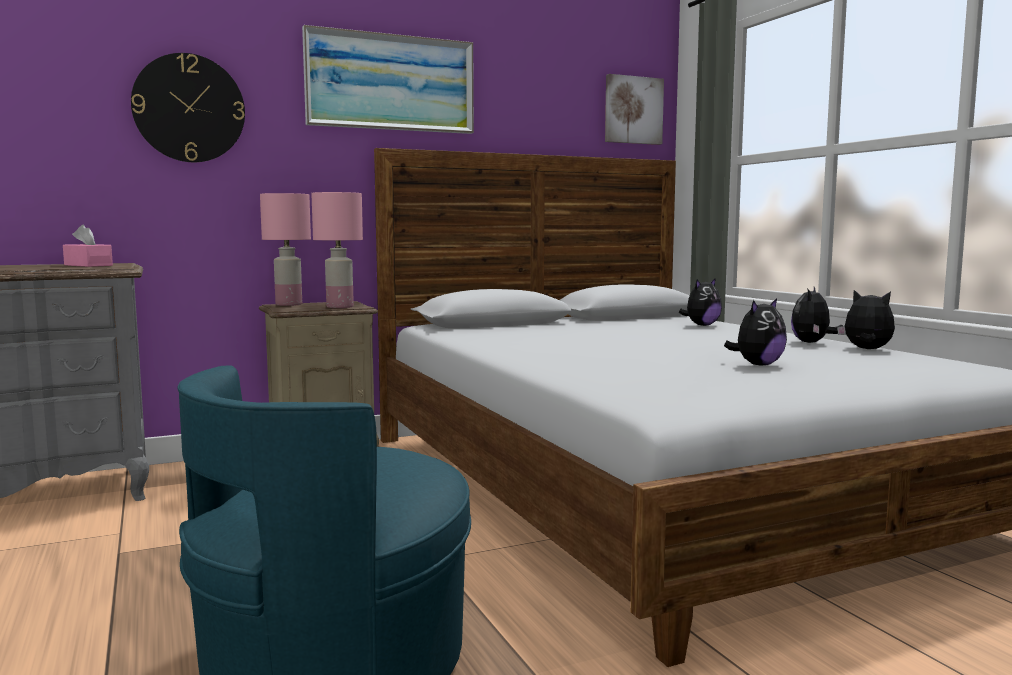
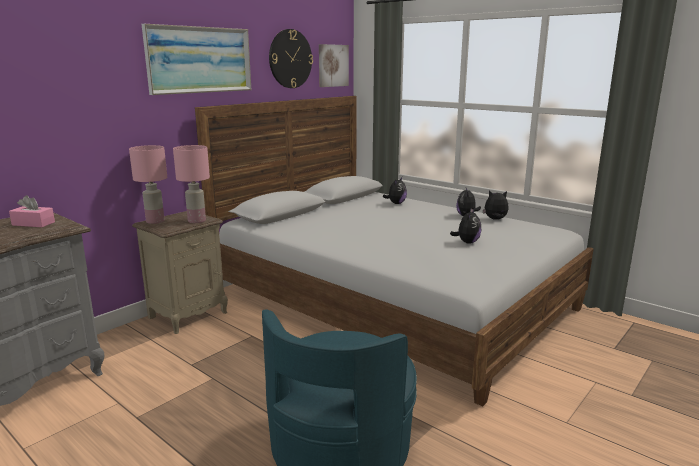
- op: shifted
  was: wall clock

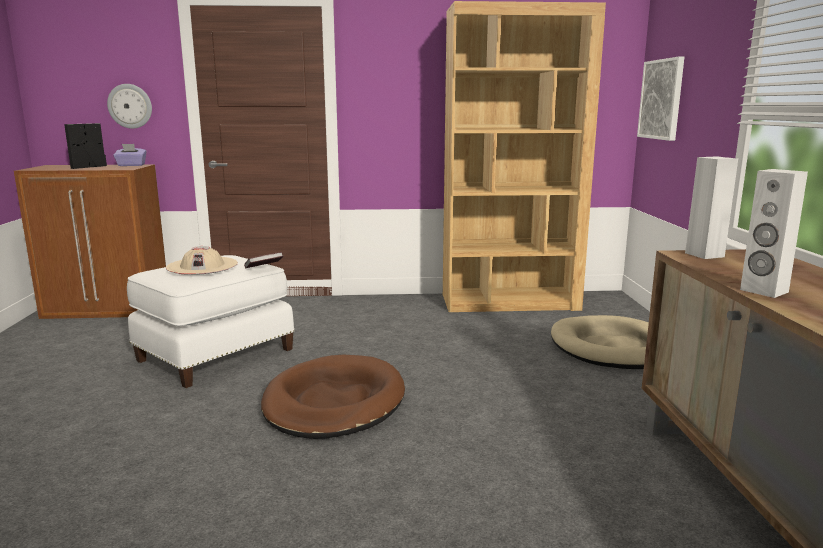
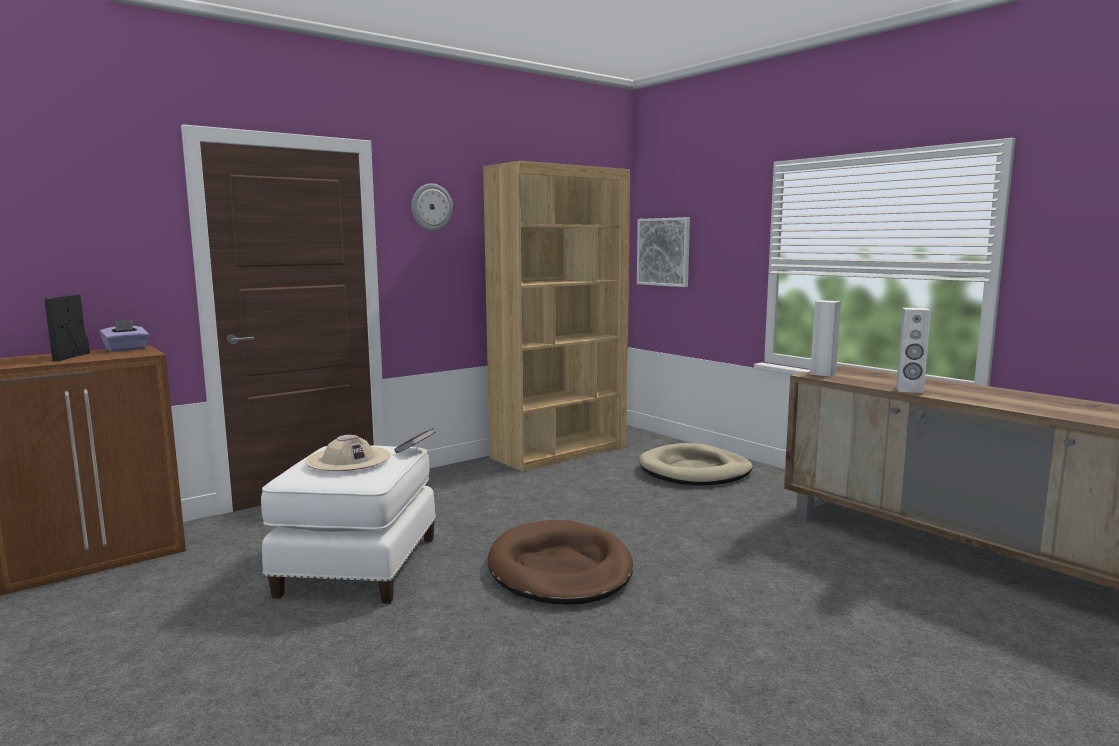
- op: shifted
  was: wall clock

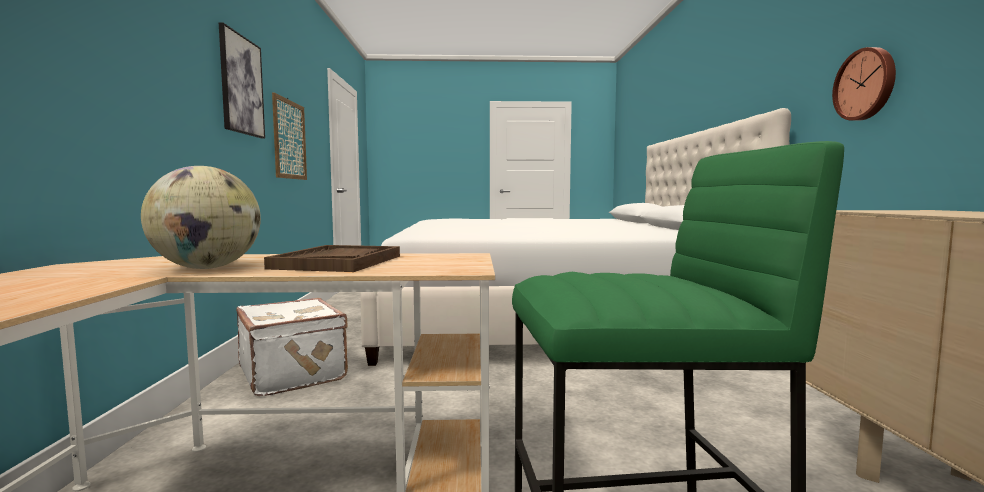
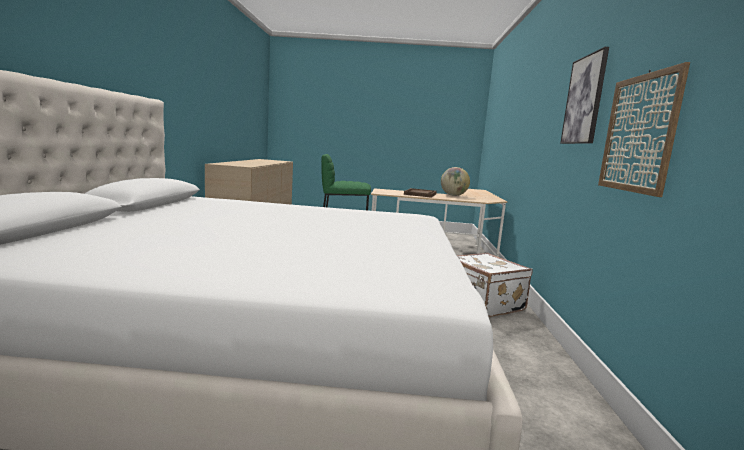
- op: gone
  was: wall clock

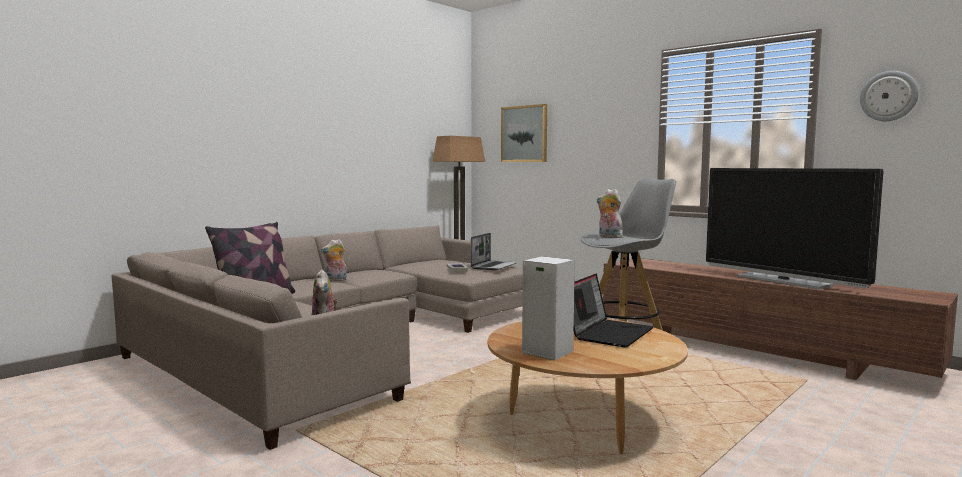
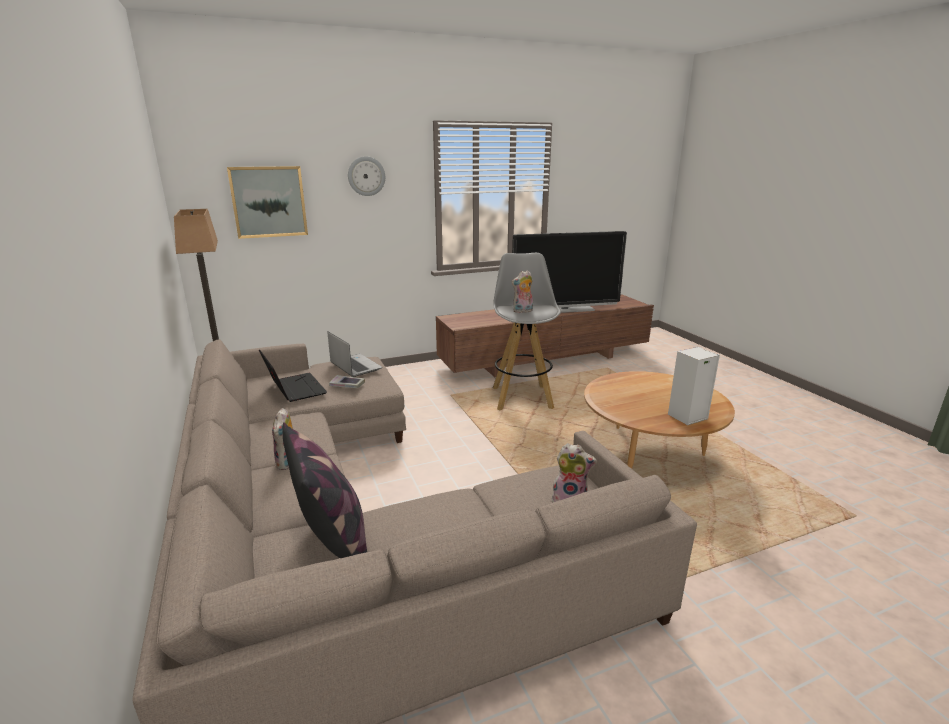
- op: shifted
  was: wall clock
- op: shifted
  was: laptop (no. 2 from left in the first image)
  now: laptop (no. 1 from left)

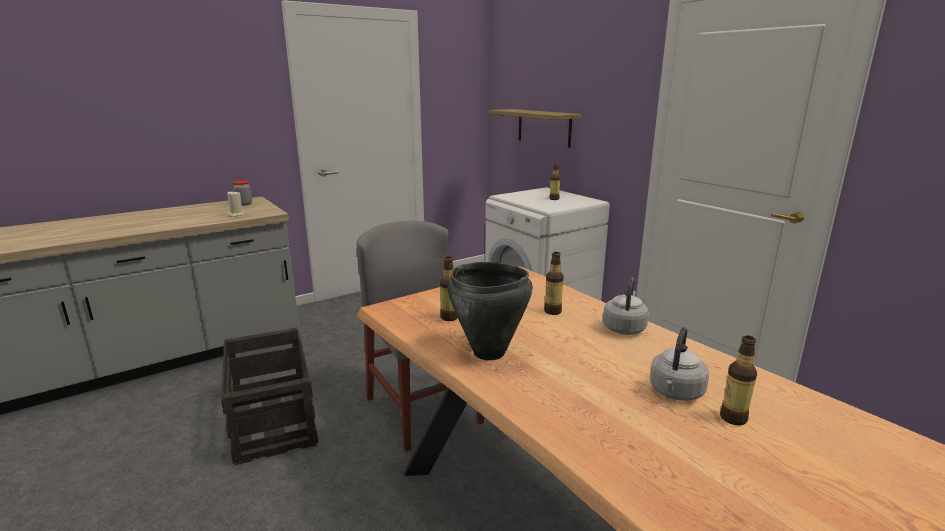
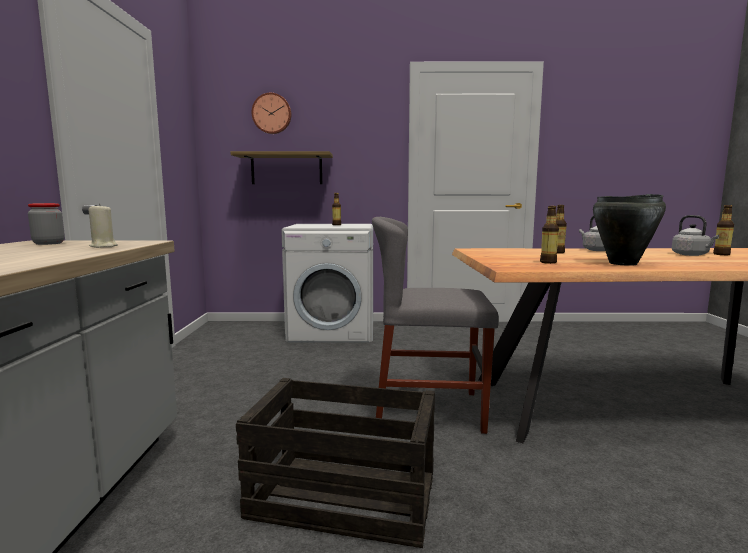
- op: new
  now: wall clock

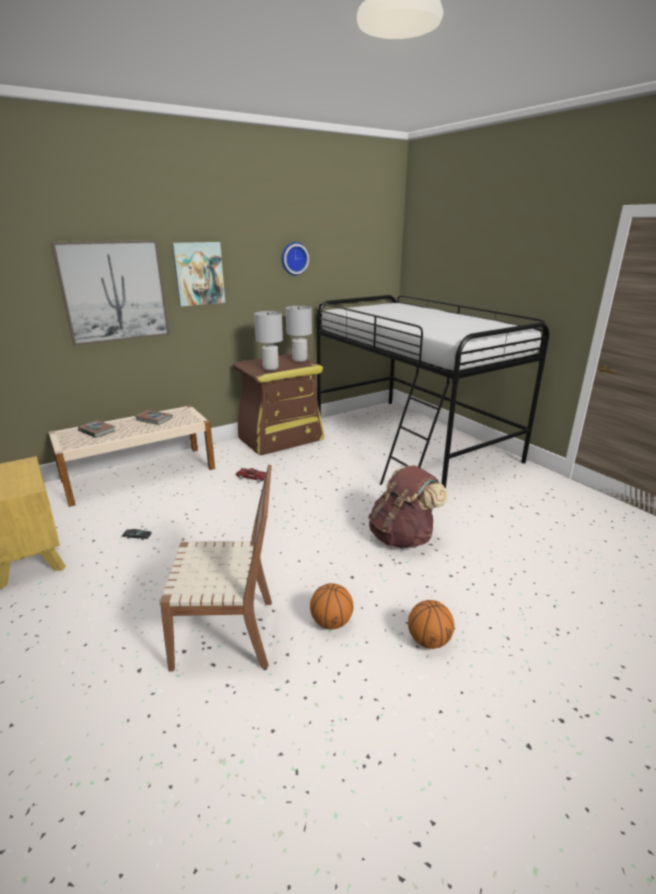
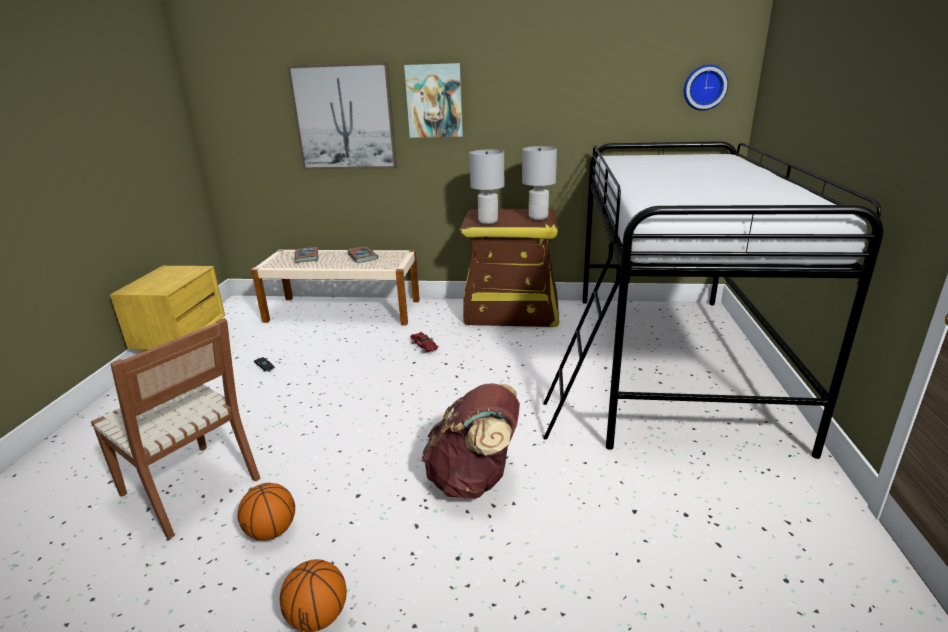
- op: shifted
  was: wall clock

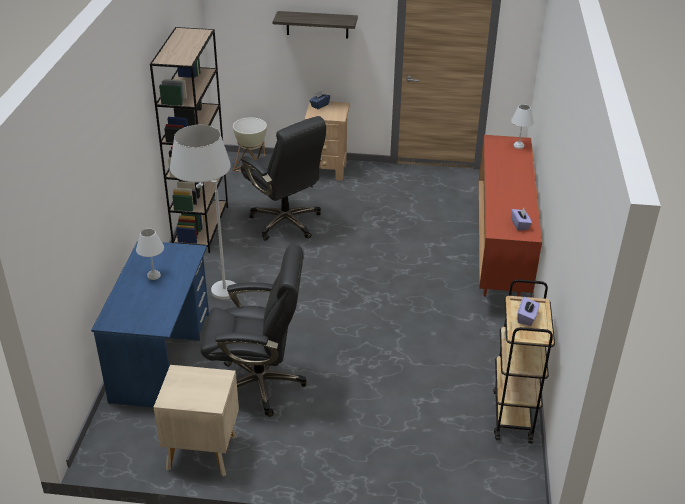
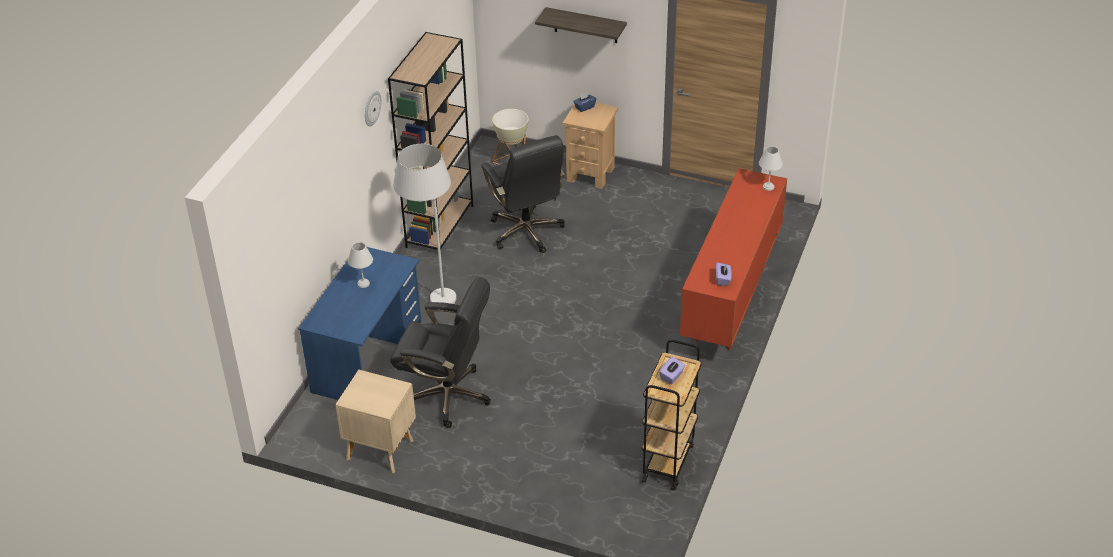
- op: new
  now: wall clock

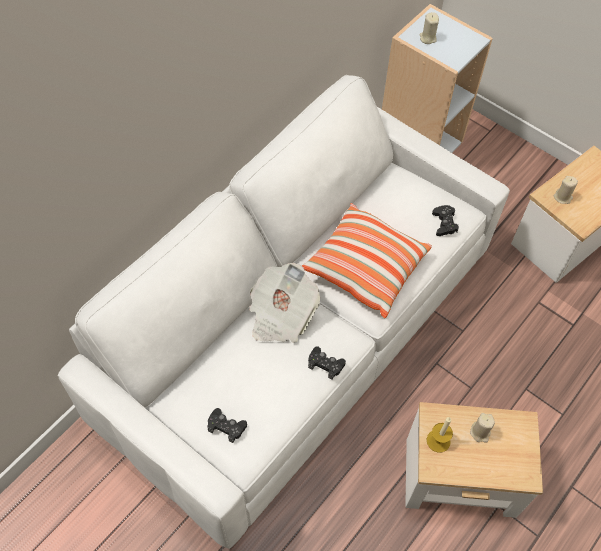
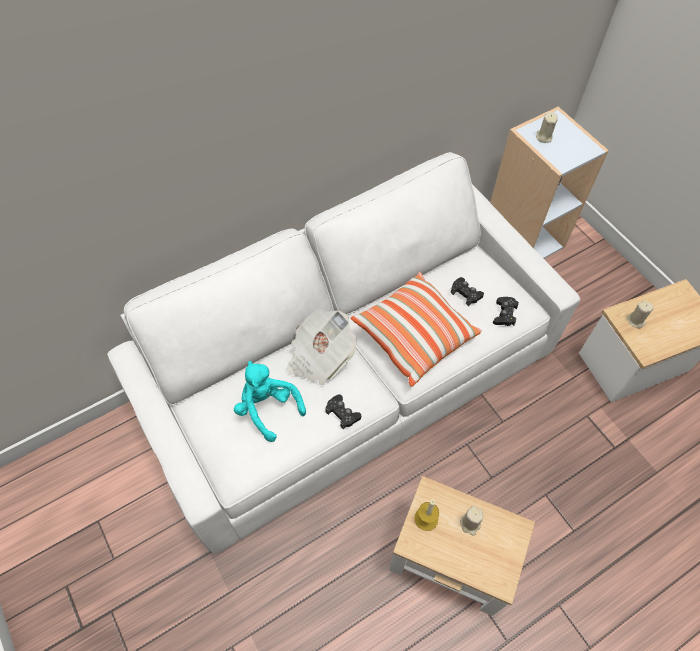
- op: shifted
  was: game controller (black) (no. 1 from left in the first image)
  now: game controller (black) (no. 2 from left)
- op: new
  now: plush toy (turquoise)

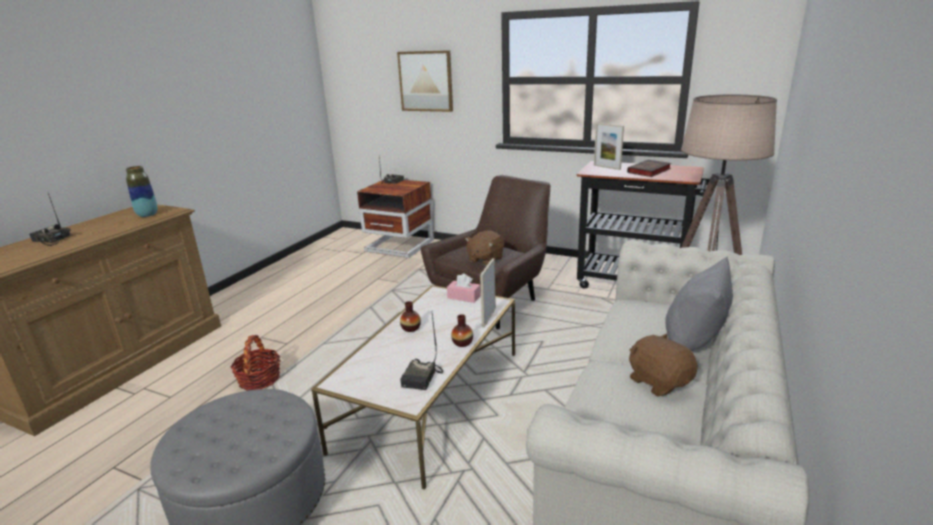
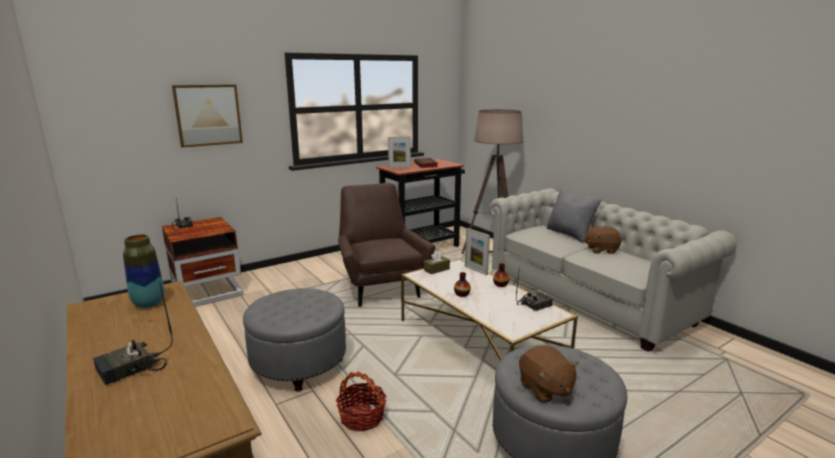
- op: shifted
  was: plush toy (brown) (no. 1 from left)
- op: repainted
  was: tissue box (pink)
  now: tissue box (brown)
- op: rotated
  was: radio (no. 3 from left)
  clockwise: -75
- op: new
  now: ottoman (grey) (no. 1 from left)

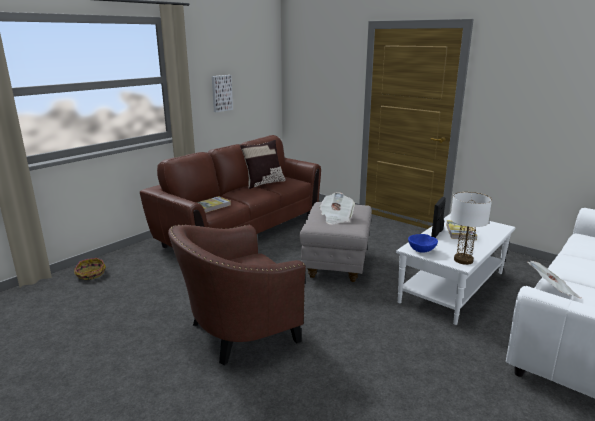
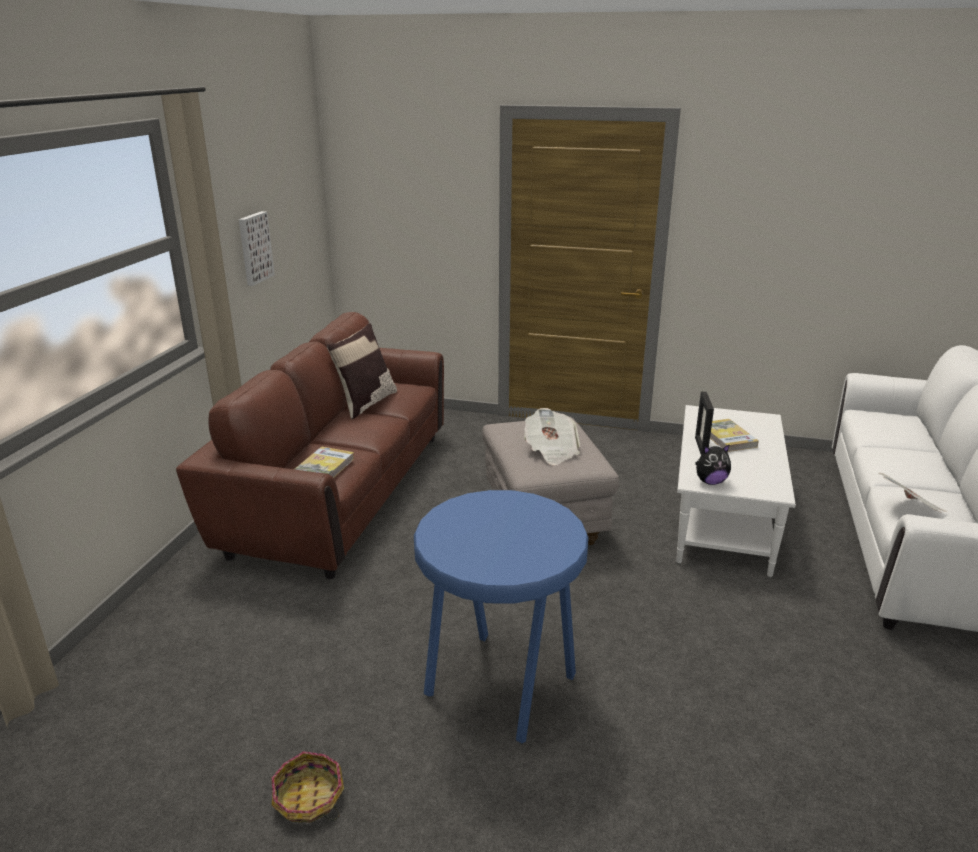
- op: gone
  was: table lamp
- op: swapped
  was: armchair (brown)
  now: stool (blue)
- op: swapped
  was: bowl (blue)
  now: plush toy
- op: shifted
  was: basket

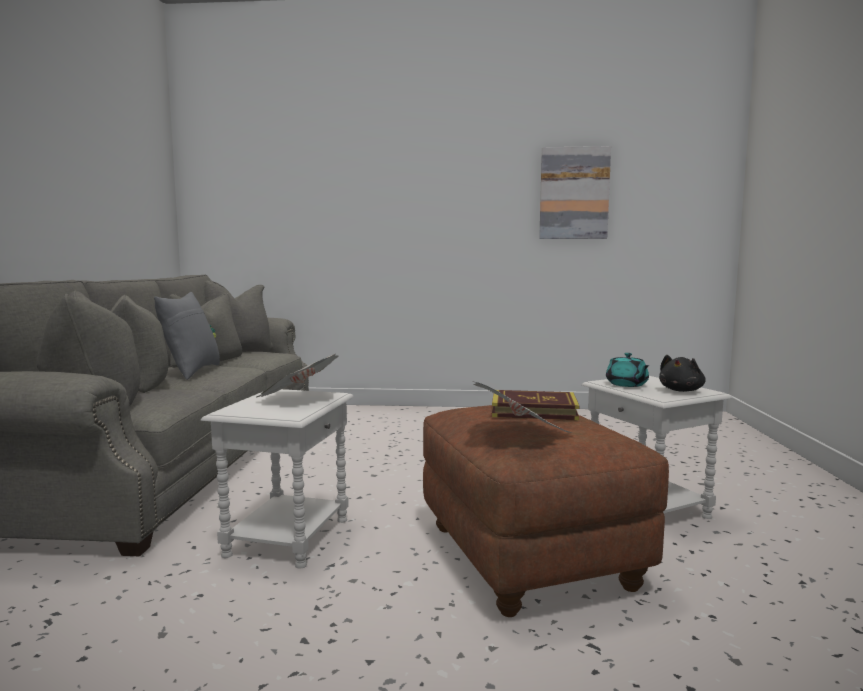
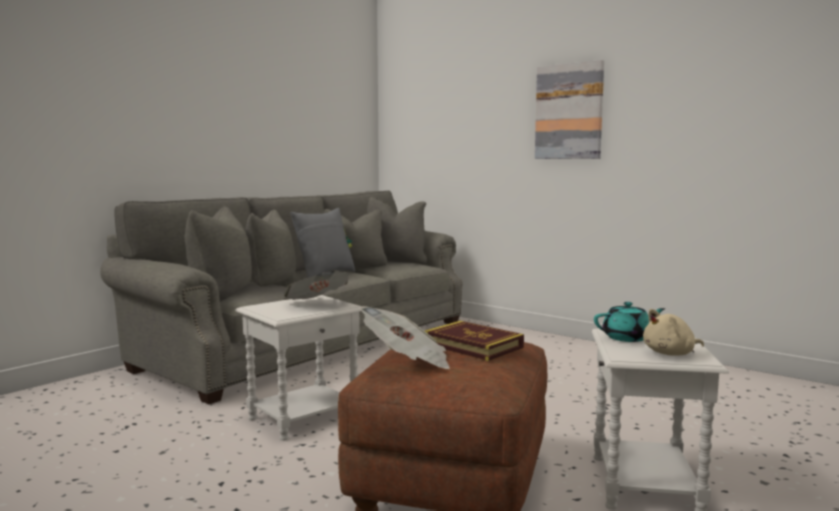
- op: shifted
  was: picture
- op: rotated
  was: teapot (turquoise)
  clockwise: -120
- op: repainted
  was: plush toy (black)
  now: plush toy (beige)

